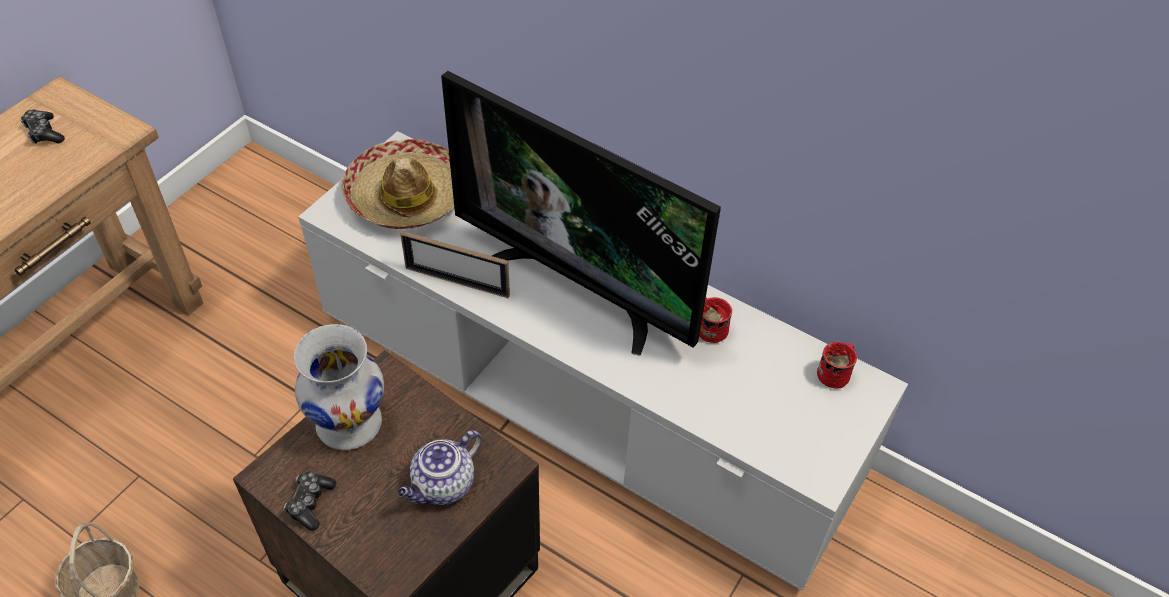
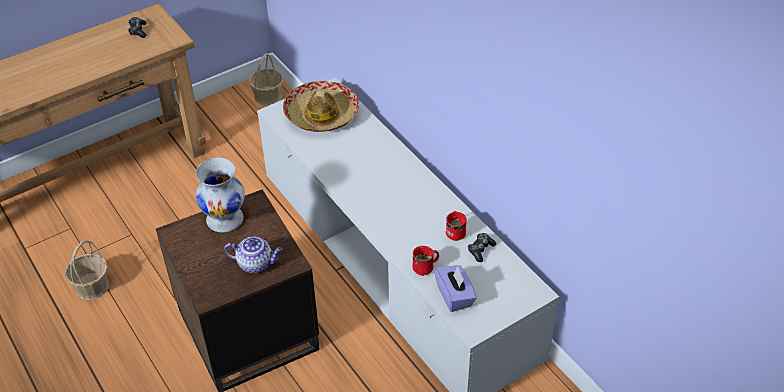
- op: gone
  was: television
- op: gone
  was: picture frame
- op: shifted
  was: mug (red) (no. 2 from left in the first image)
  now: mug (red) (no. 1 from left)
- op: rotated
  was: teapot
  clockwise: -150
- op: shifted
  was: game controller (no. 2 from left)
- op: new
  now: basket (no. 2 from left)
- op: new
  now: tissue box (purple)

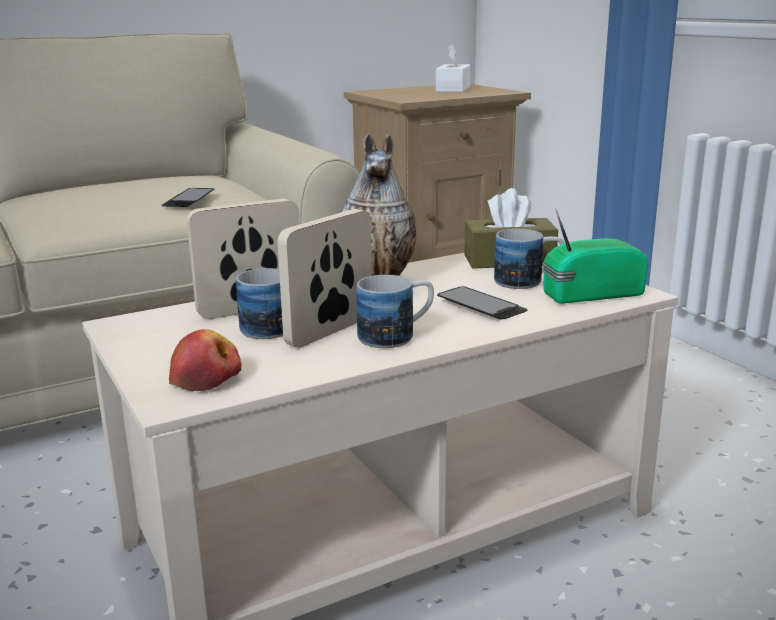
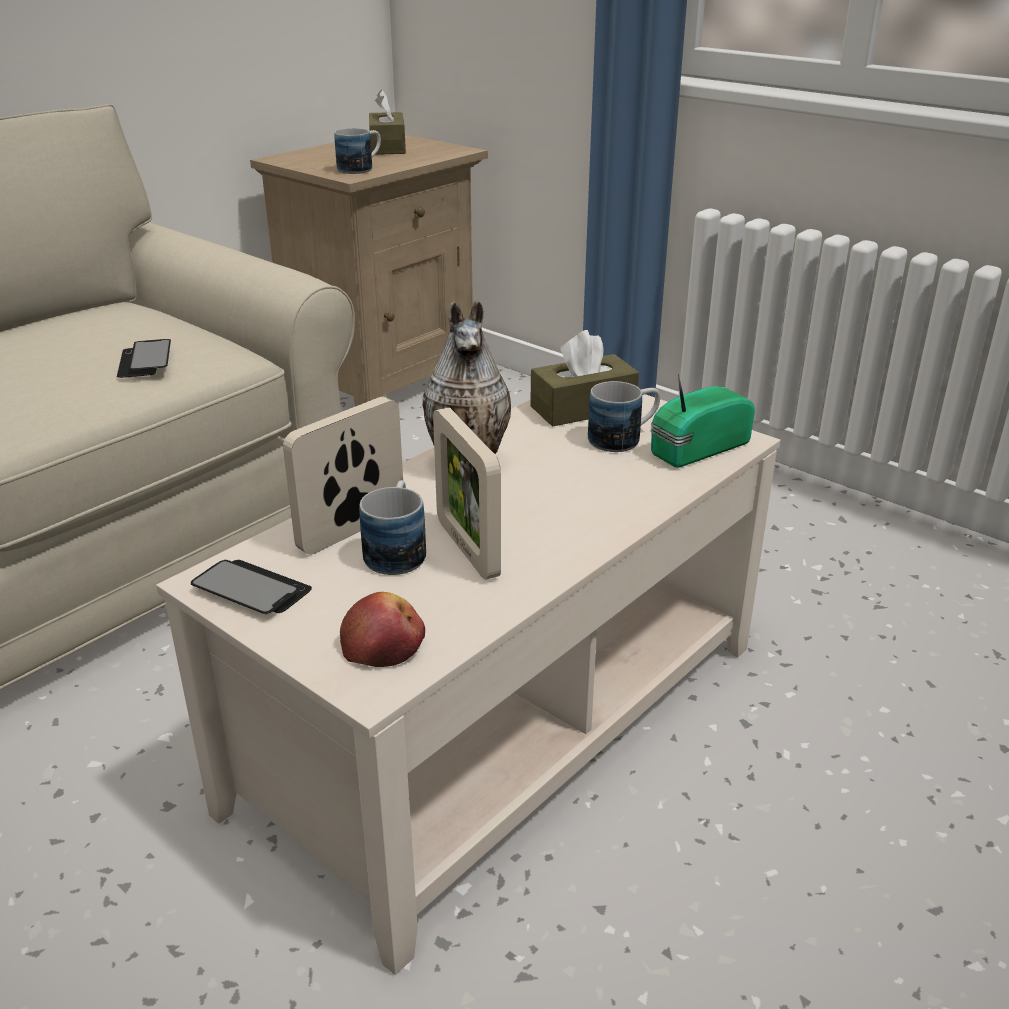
- op: repainted
  was: tissue box (white)
  now: tissue box (brown) (no. 1 from left)
- op: rotated
  was: picture frame (no. 2 from left)
  clockwise: -45
- op: shifted
  was: mug (no. 2 from left in the first image)
  now: mug (no. 1 from left)
- op: shifted
  was: phone (no. 2 from left)

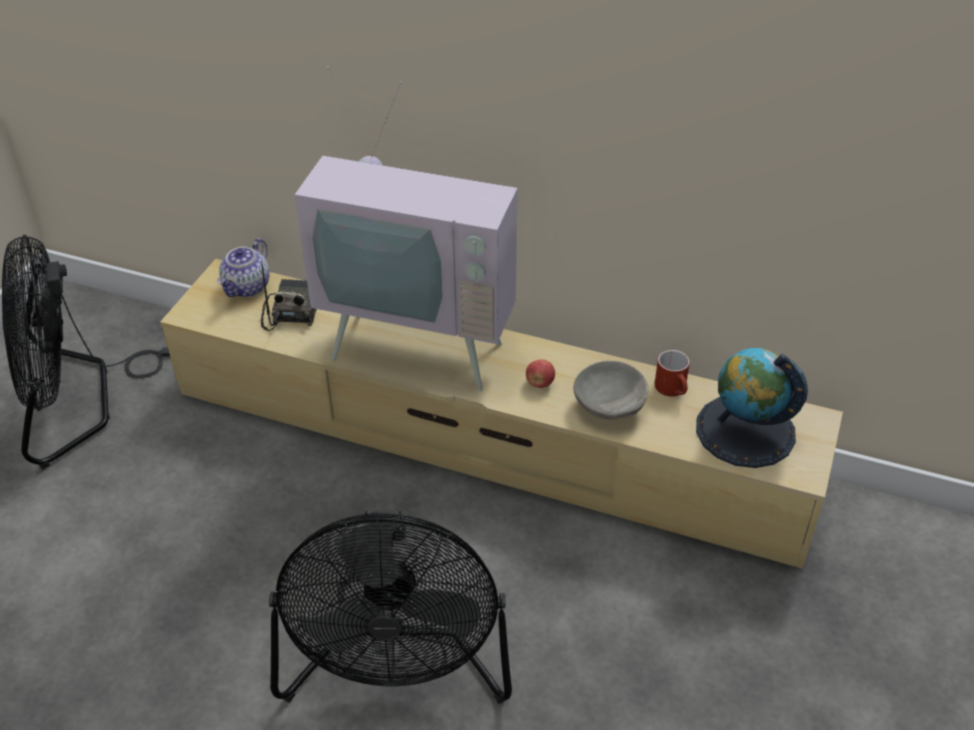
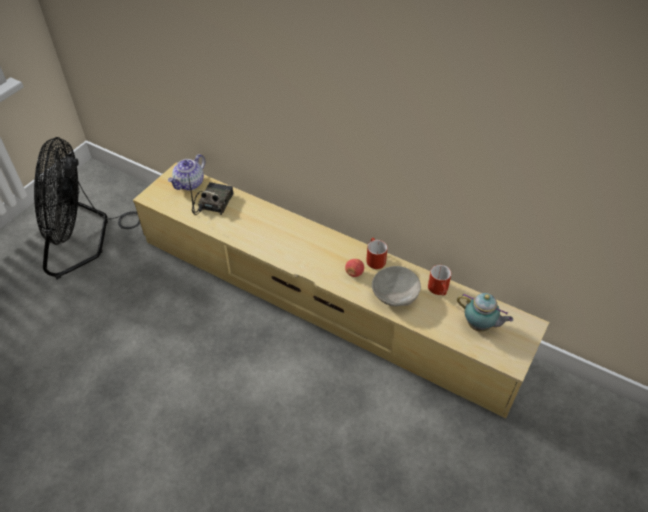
- op: gone
  was: television
- op: swapped
  was: globe
  now: teapot (no. 2 from left)
- op: gone
  was: fan (black) (no. 2 from left)
- op: new
  now: mug (red) (no. 1 from left)

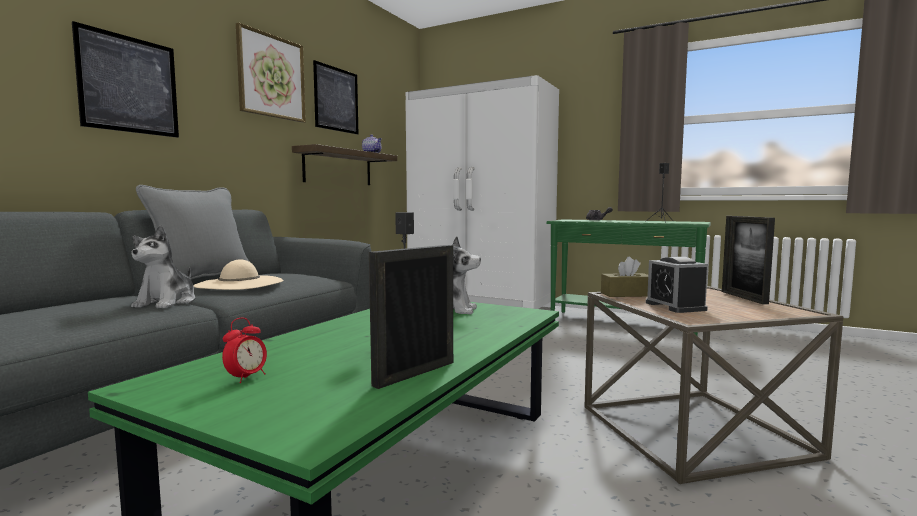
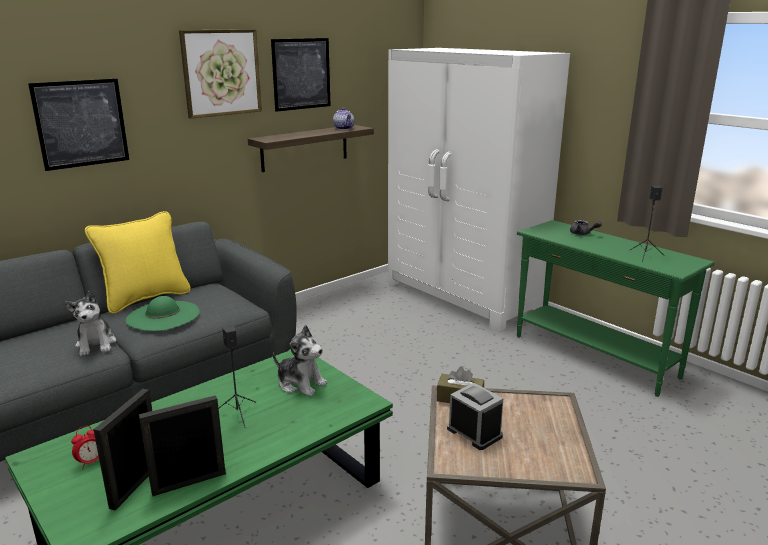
- op: repainted
  was: pillow (grey)
  now: pillow (yellow)
- op: shifted
  was: picture frame (no. 2 from left in the first image)
  now: picture frame (no. 1 from left)
- op: rotated
  was: plush toy (no. 1 from left)
  clockwise: -45
- op: rotated
  was: alarm clock (no. 2 from left)
  clockwise: 135
- op: repainted
  was: hat (beige)
  now: hat (green)

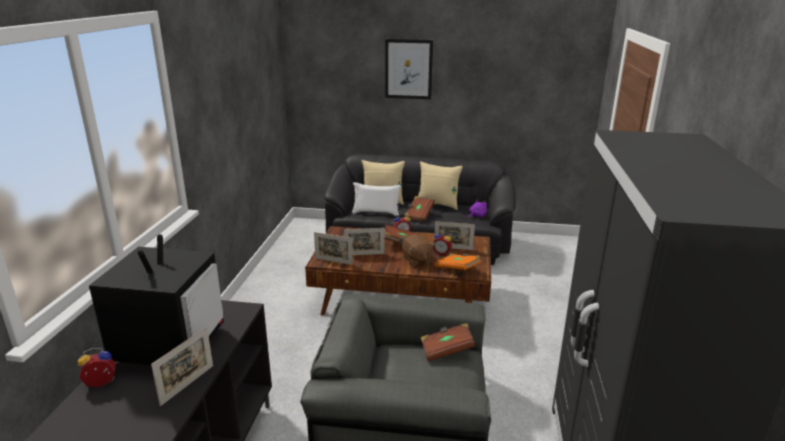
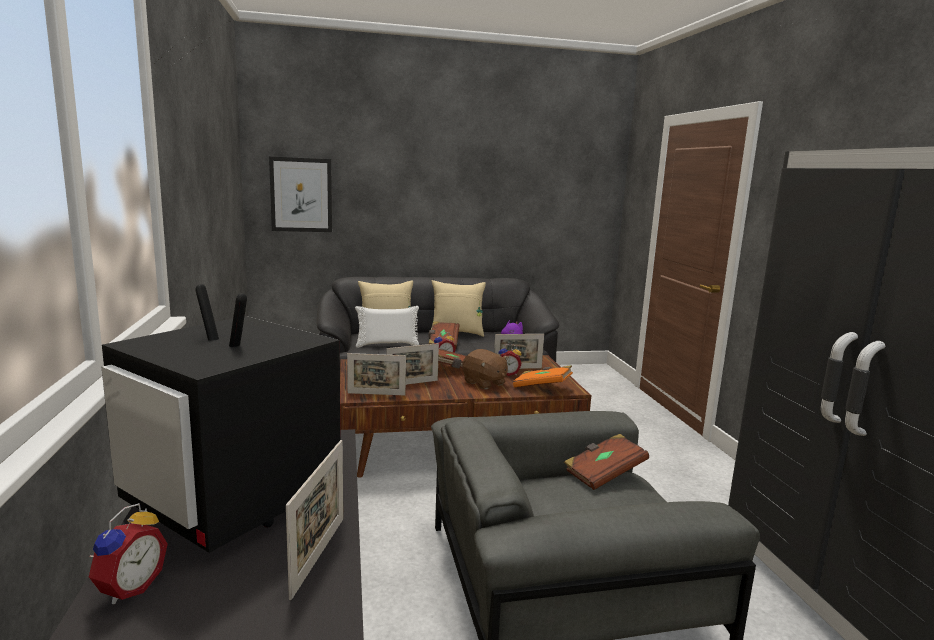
- op: shifted
  was: picture
- op: rotated
  was: television
  clockwise: 135
- op: rotated
  was: alarm clock (no. 1 from left)
  clockwise: 150

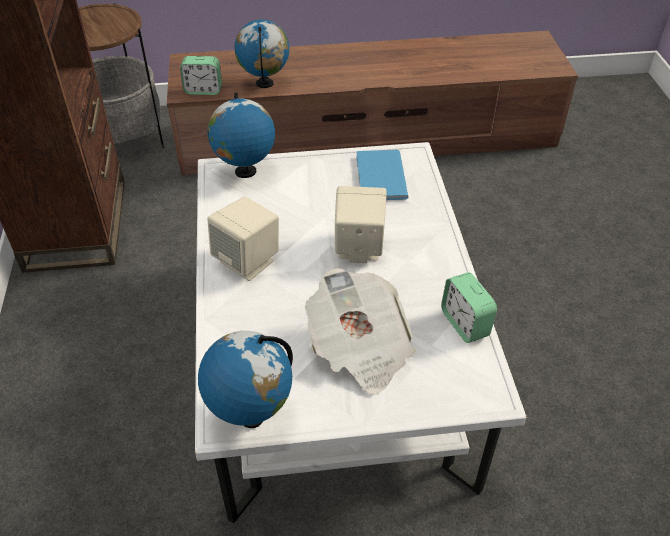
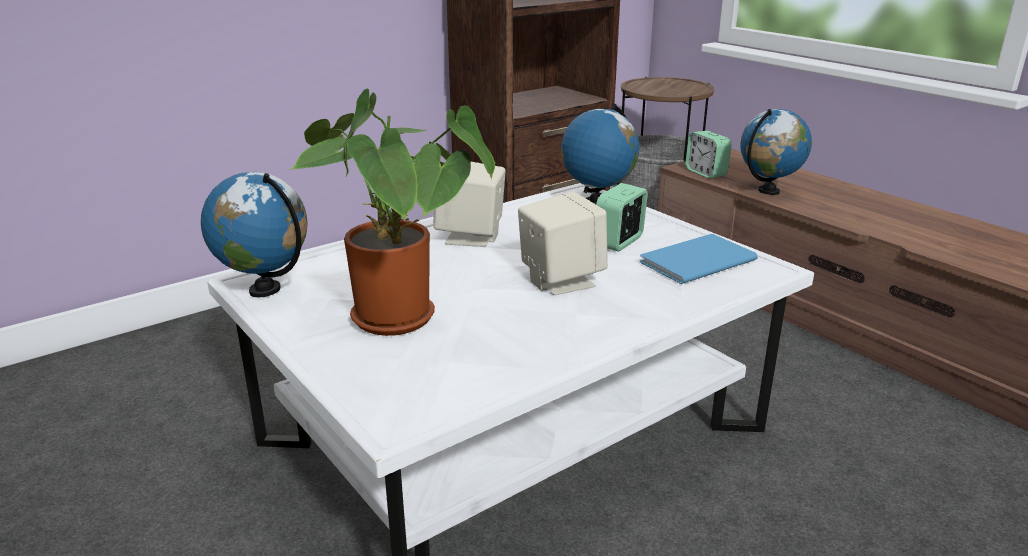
- op: swapped
  was: newspaper
  now: potted plant
- op: shifted
  was: alarm clock (no. 2 from left in the first image)
  now: alarm clock (no. 1 from left)

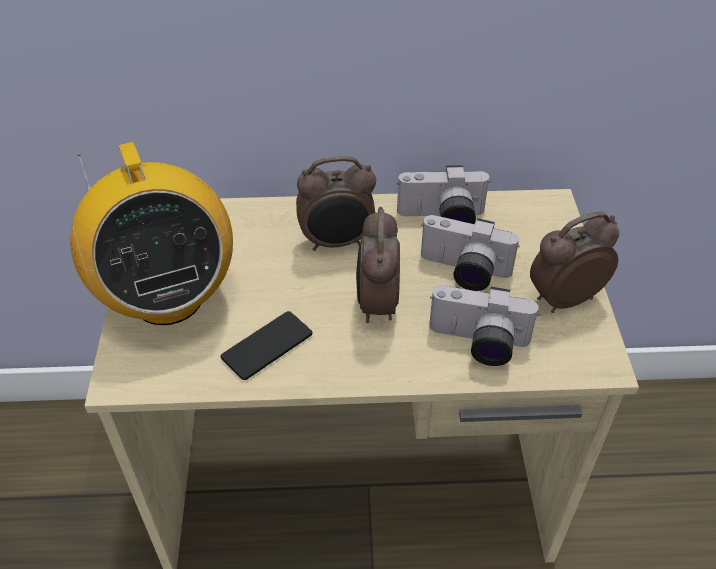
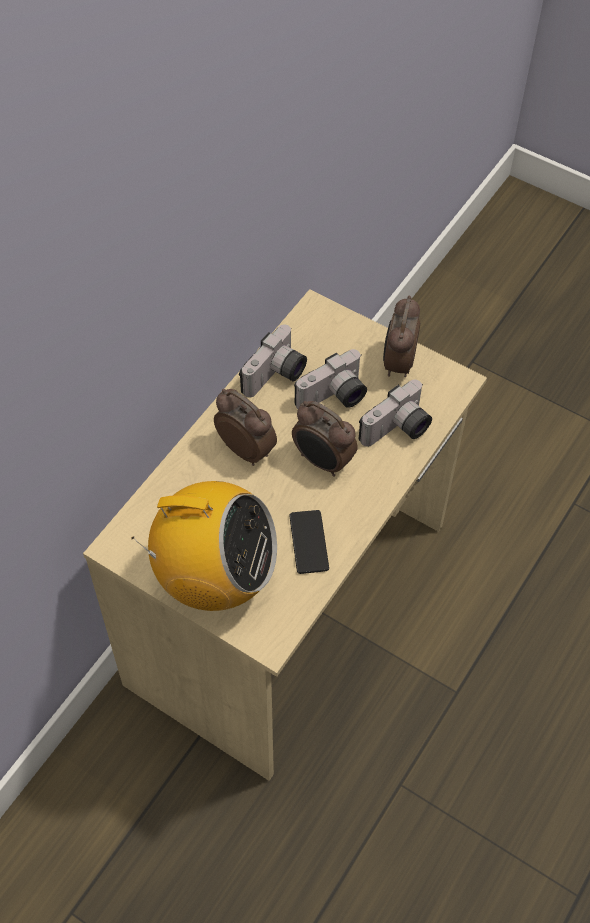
- op: rotated
  was: alarm clock (no. 1 from left)
  clockwise: -75

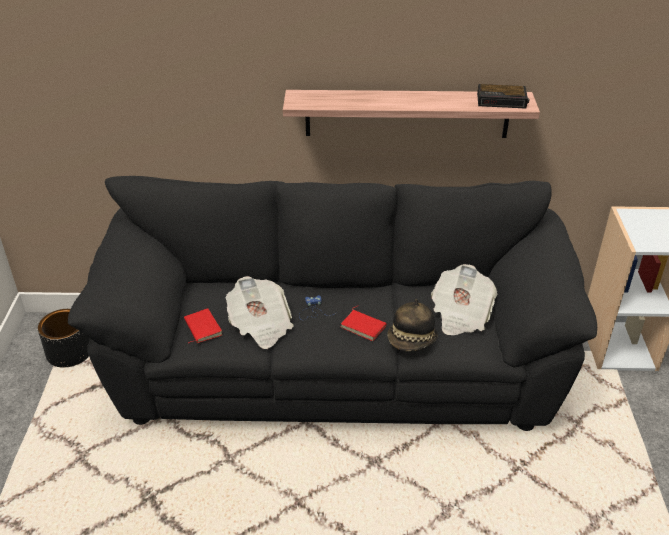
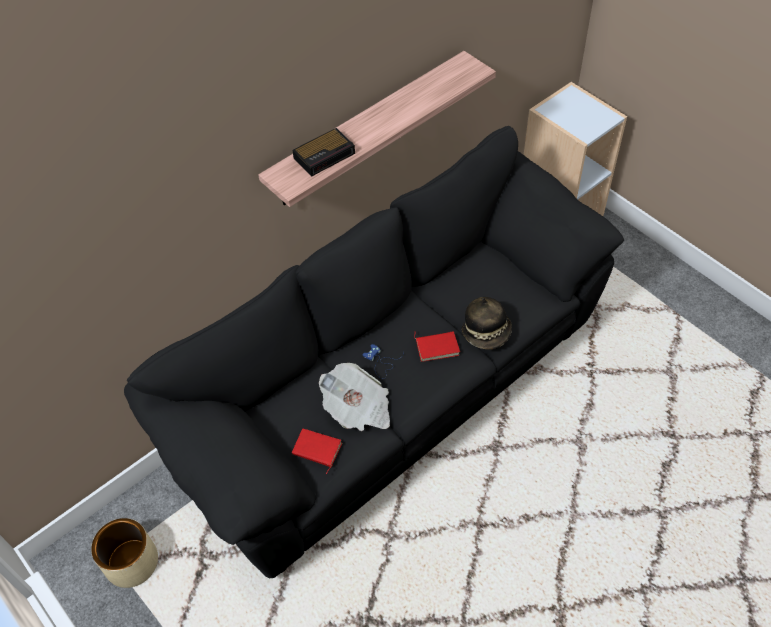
- op: shifted
  was: alarm clock
- op: gone
  was: newspaper (no. 2 from left)
- op: repainted
  was: planter (black)
  now: planter (beige)

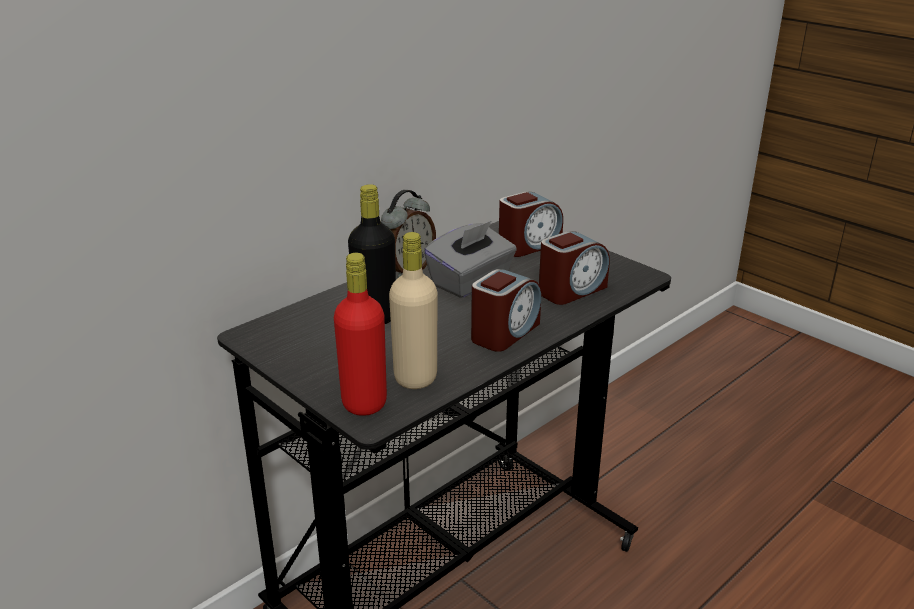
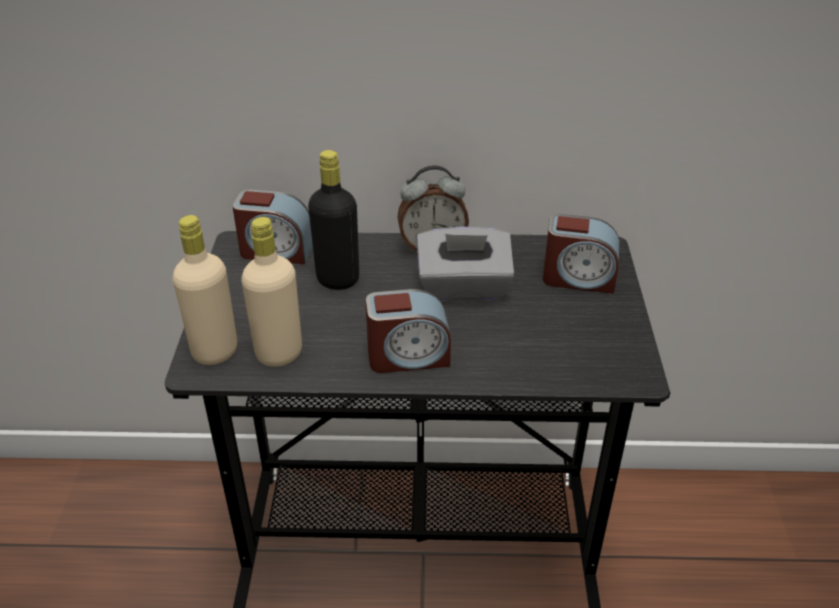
- op: shifted
  was: alarm clock (no. 4 from left in the first image)
  now: alarm clock (no. 1 from left)
- op: repainted
  was: bottle (red)
  now: bottle (beige) (no. 1 from left)

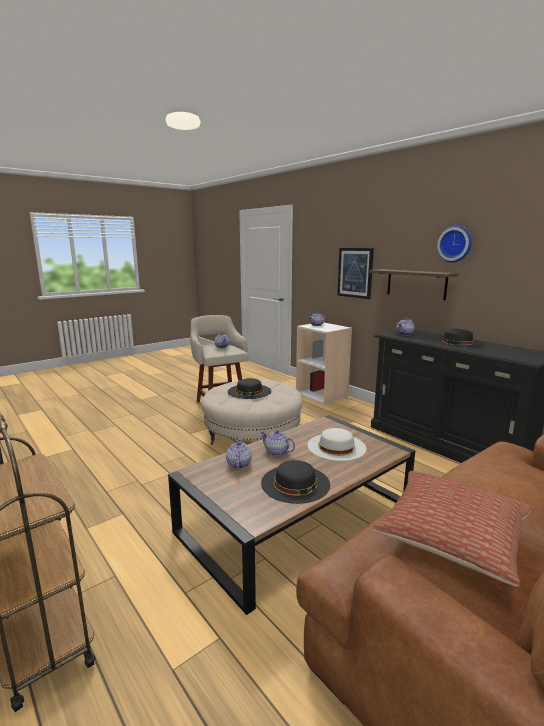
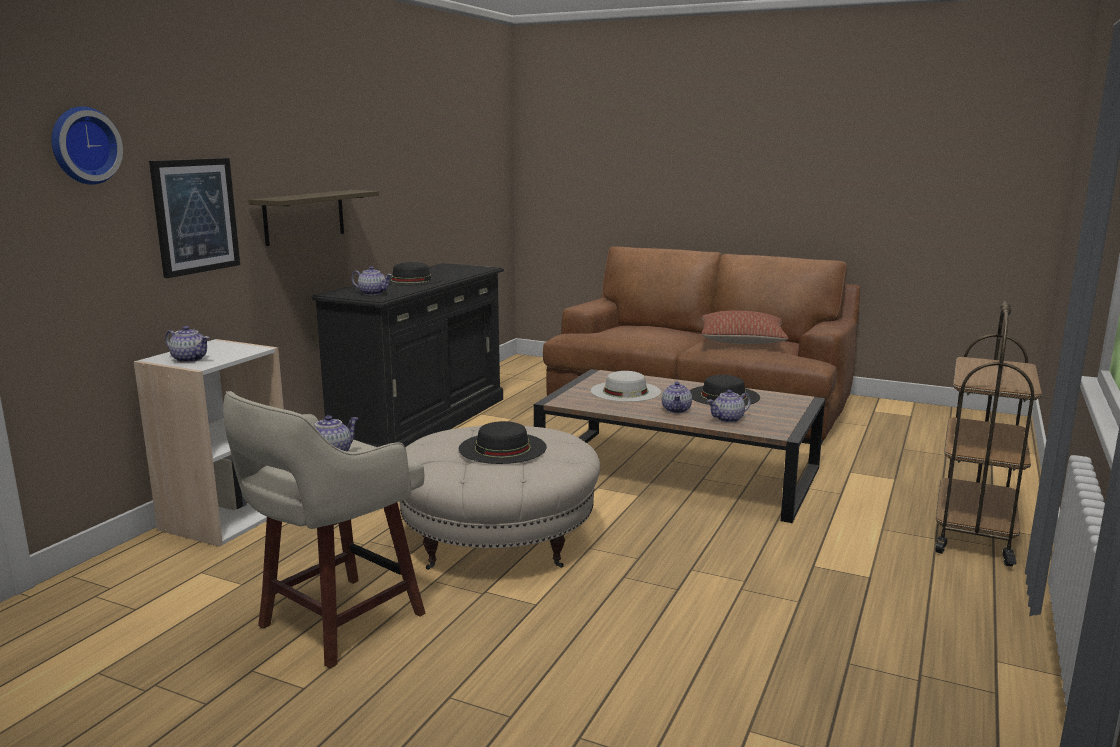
- op: shifted
  was: wall clock

